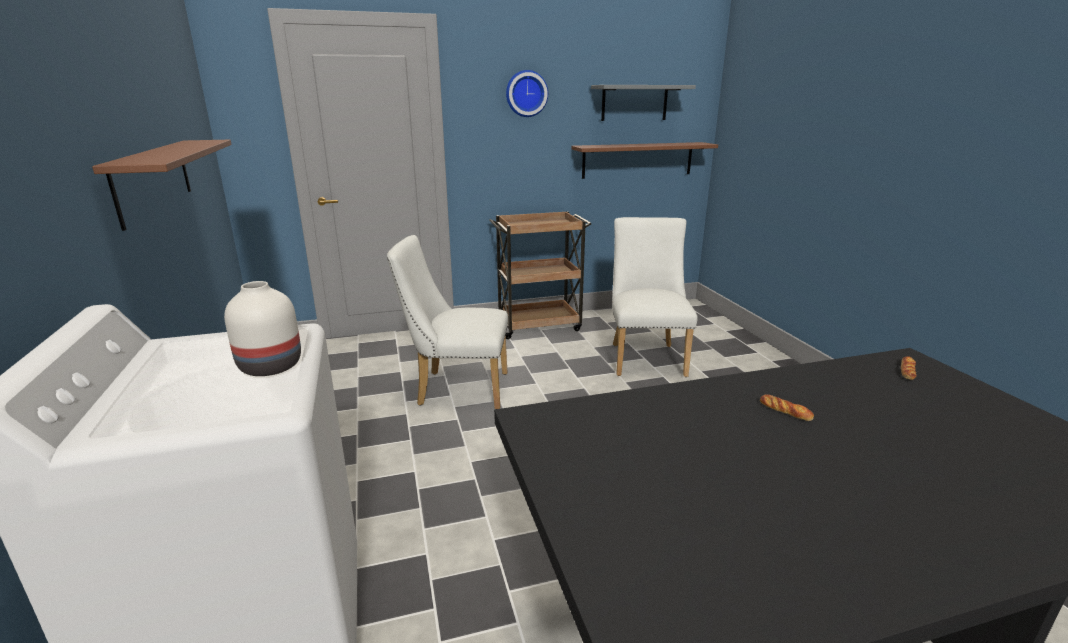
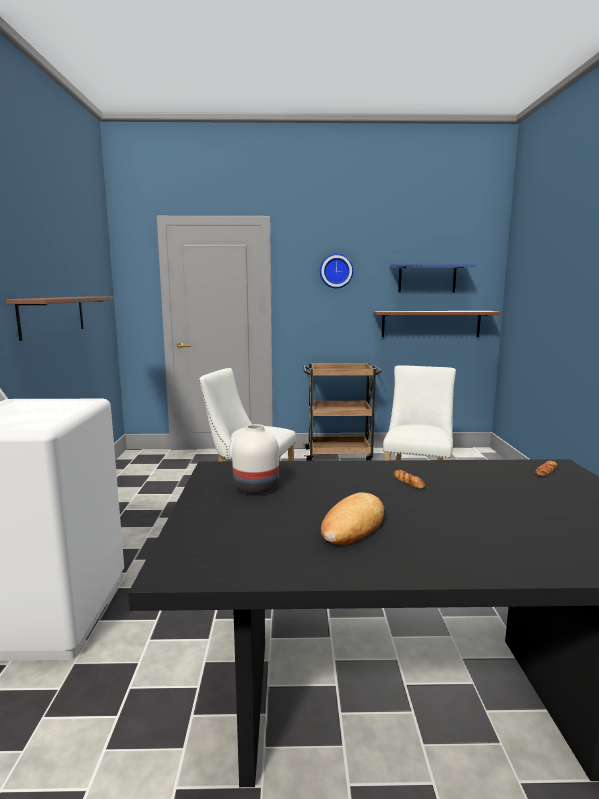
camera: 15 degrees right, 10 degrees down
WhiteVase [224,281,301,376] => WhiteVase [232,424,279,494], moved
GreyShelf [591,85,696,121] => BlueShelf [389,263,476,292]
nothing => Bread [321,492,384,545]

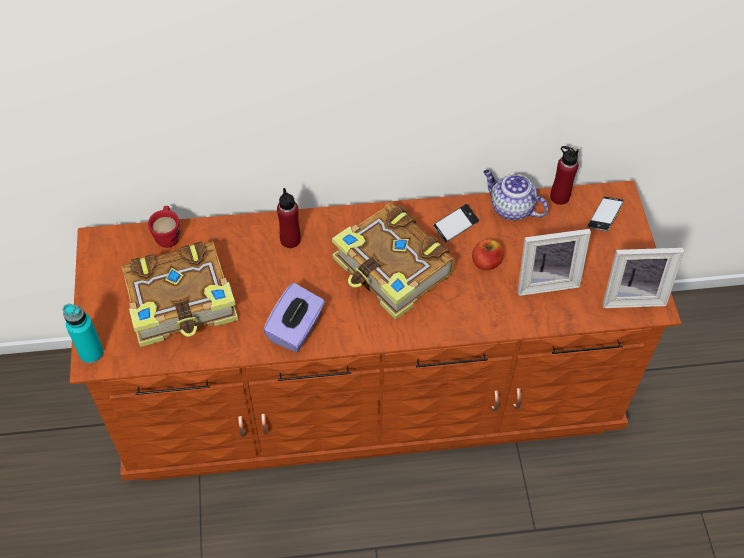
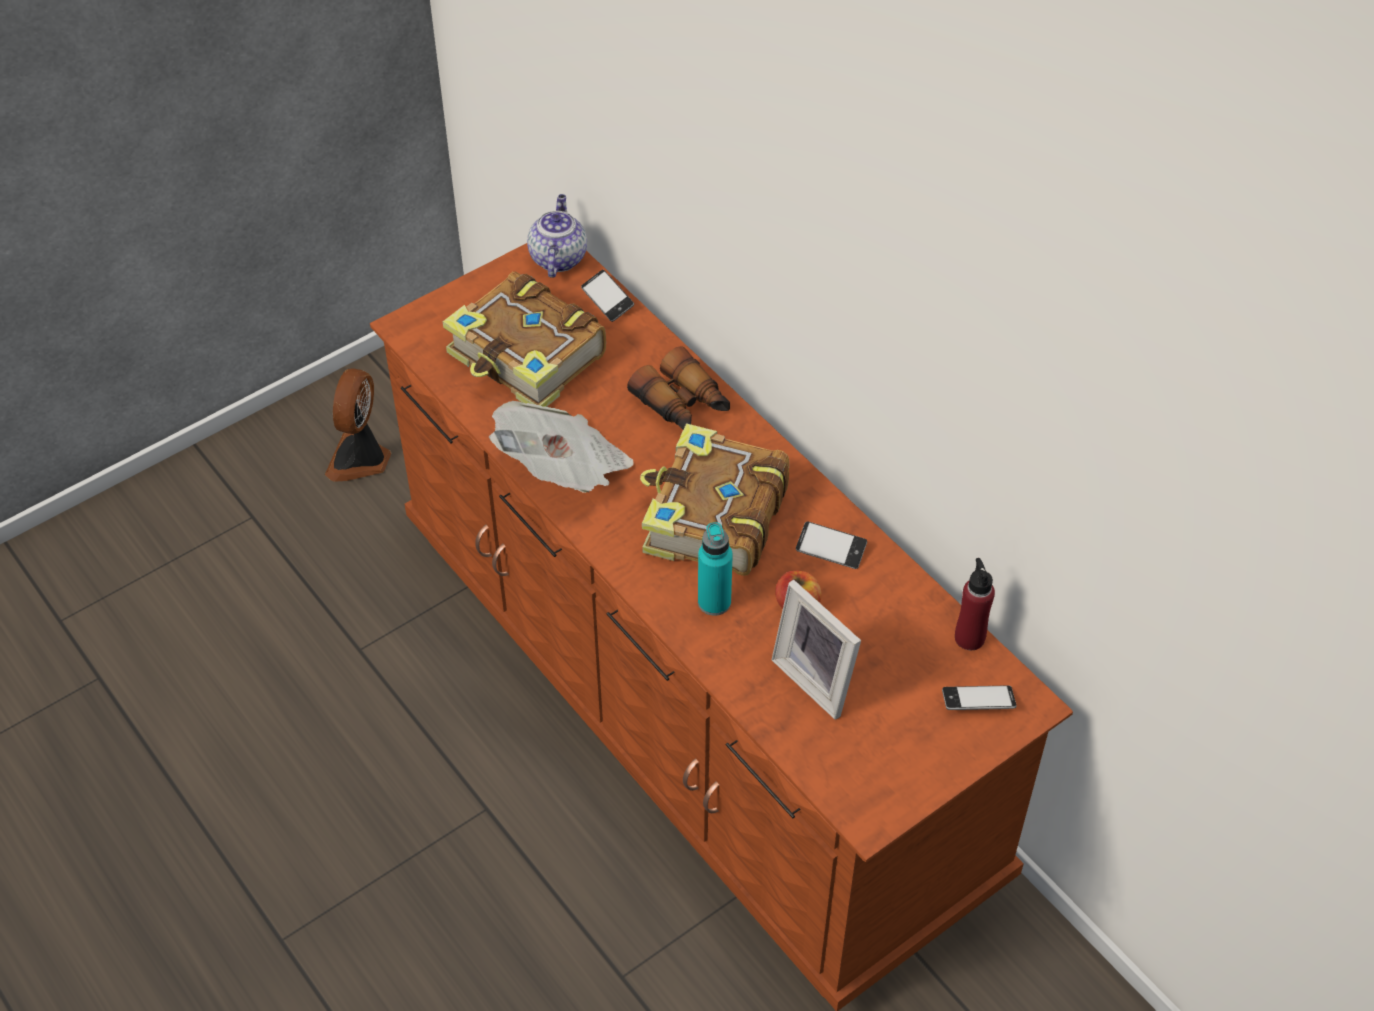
camera: 60 degrees right, 5 degrees down
TurquoiseBottle [63,304,104,363] => TurquoiseBottle [698,522,733,616], moved
RedMug [148,206,180,248] => Phone [581,270,634,322]
PurpleTissueBox [263,283,325,352] => Newspaper [489,401,634,493]
RedBottle [277,188,301,248] => Binoculars [627,346,730,429]
Teapot [483,170,548,221] => Teapot [527,194,587,278], moved
PictureFrame [602,248,684,308] => nothing
nothing => Fan [325,368,392,482]

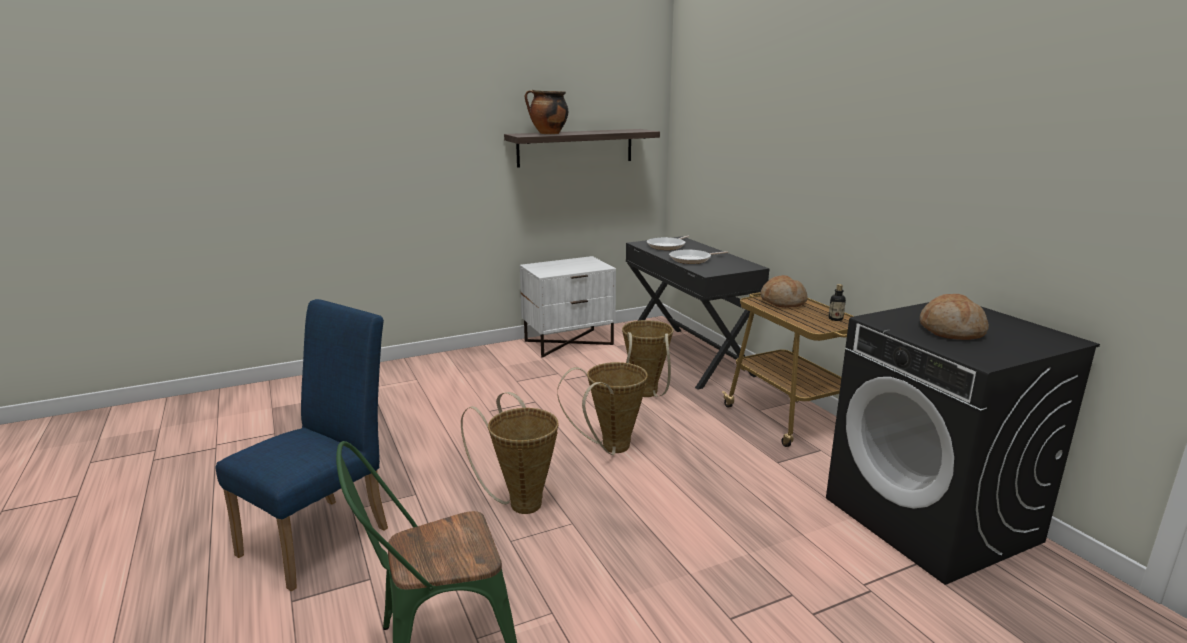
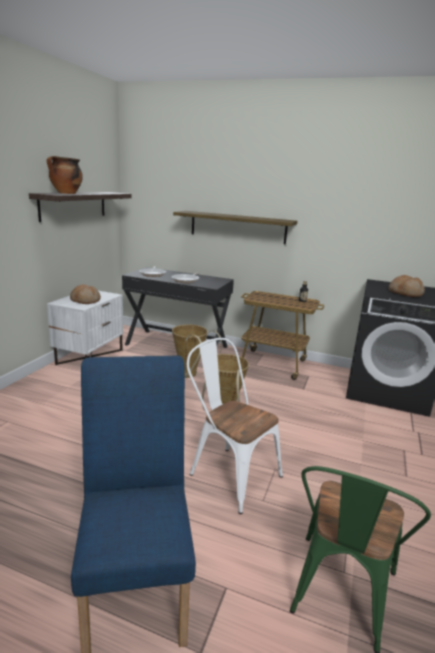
camera: 45 degrees left, 0 degrees up
Basket [461,392,558,514] => WhiteChair [187,338,283,514]
Bread [761,275,808,308] => Bread [70,284,101,304], moved
nothing => Shelf [173,211,297,244]

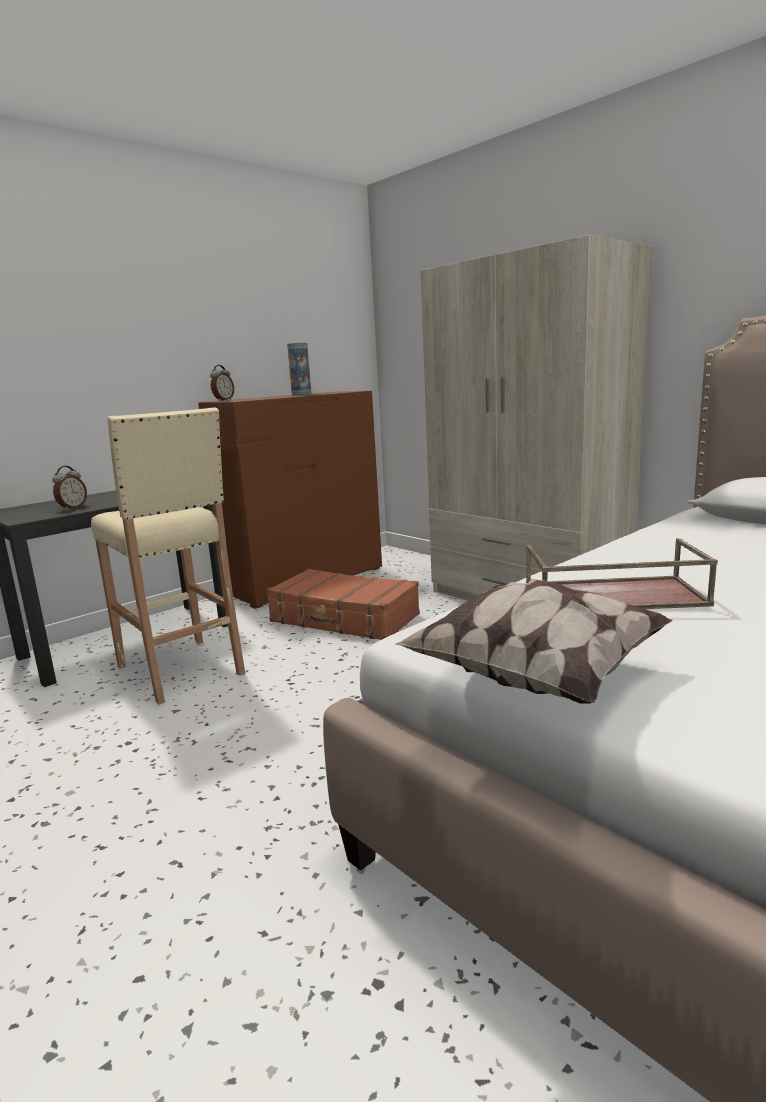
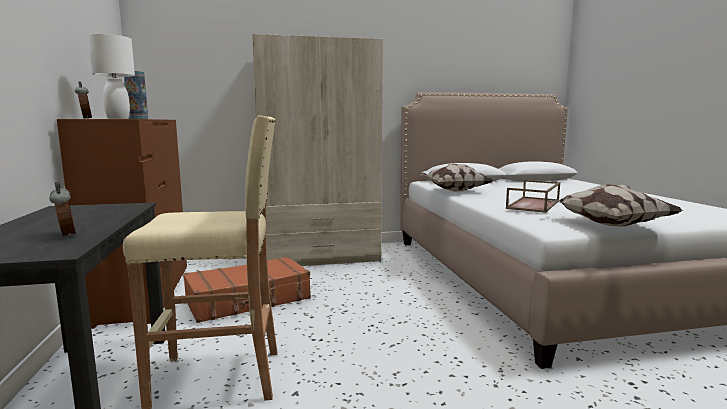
camera: 60 degrees left, 5 degrees down
nothing => WhiteTableLamp [88,34,135,119]
nothing => Pillow [420,164,494,192]

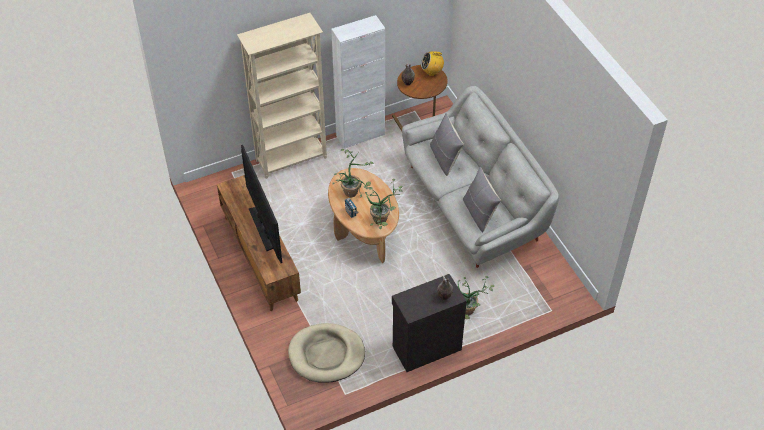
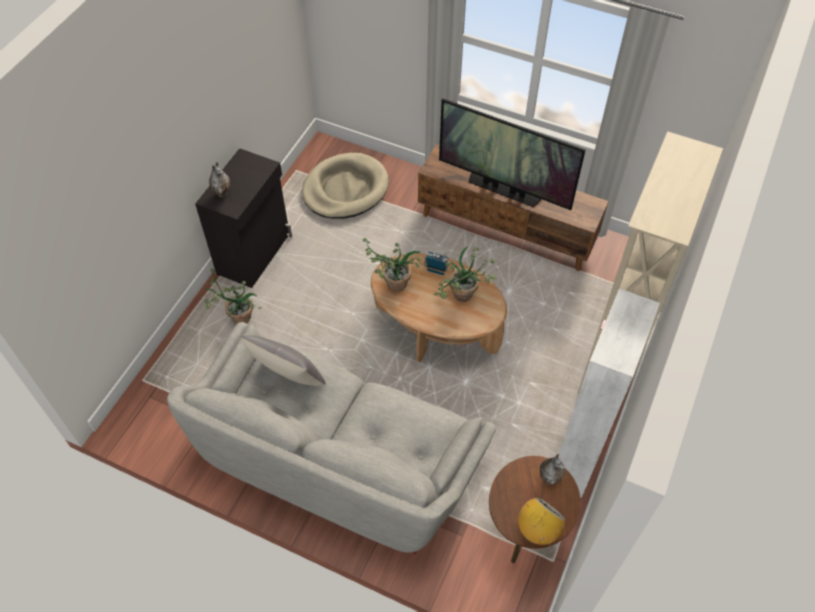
camera: 140 degrees right, 5 degrees up
GreyPillow [430,113,464,176] => nothing

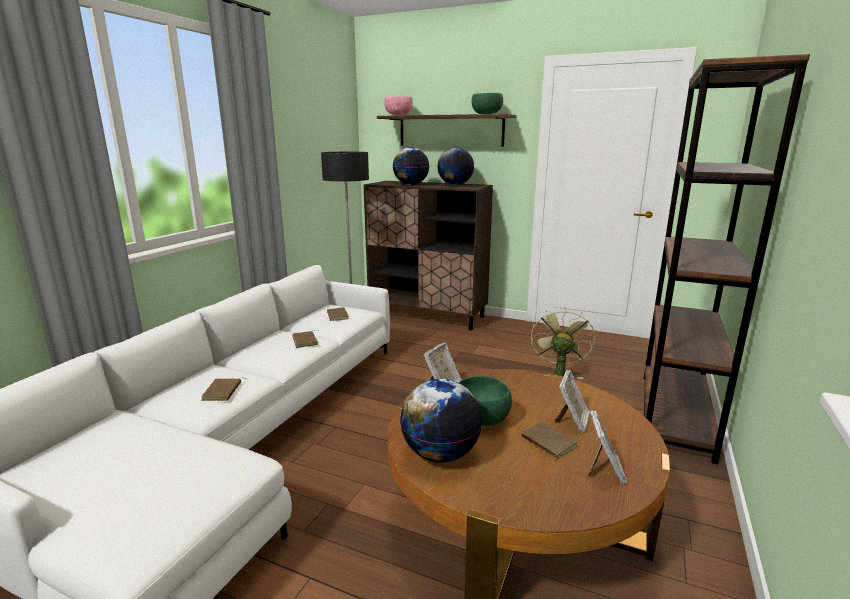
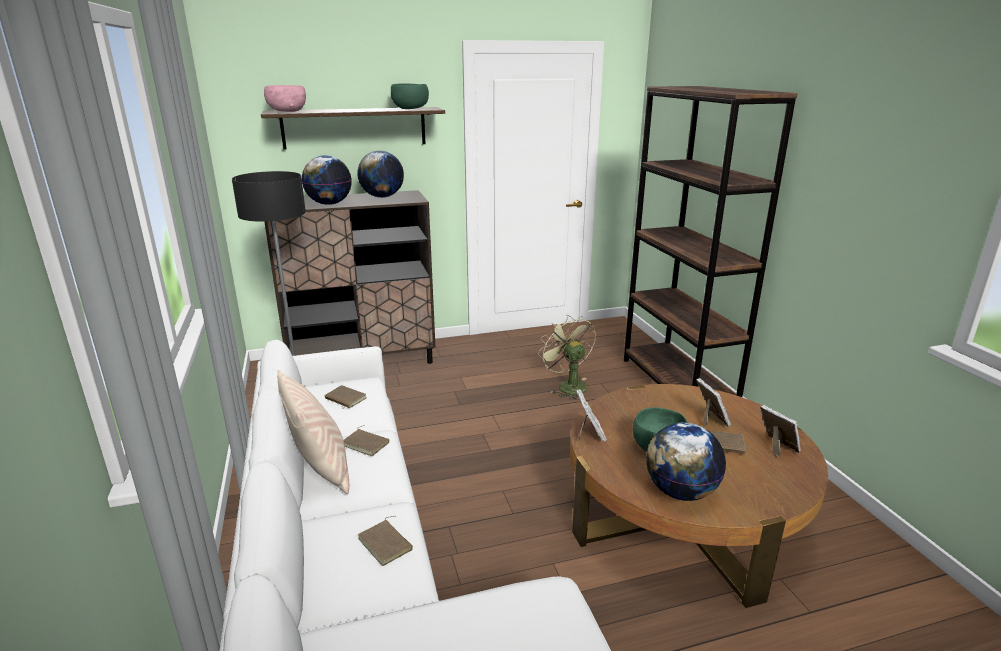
camera: 40 degrees left, 5 degrees up
nothing => BeigePillow [277,370,349,494]

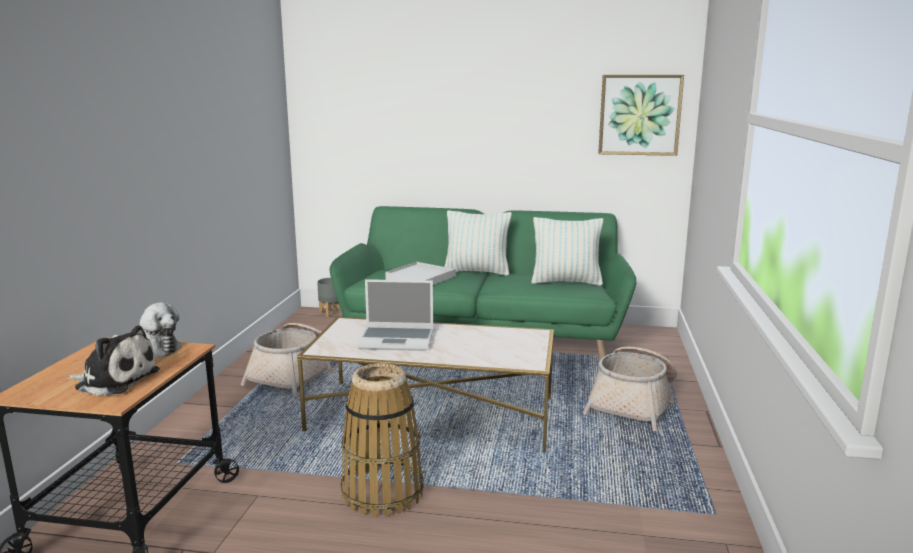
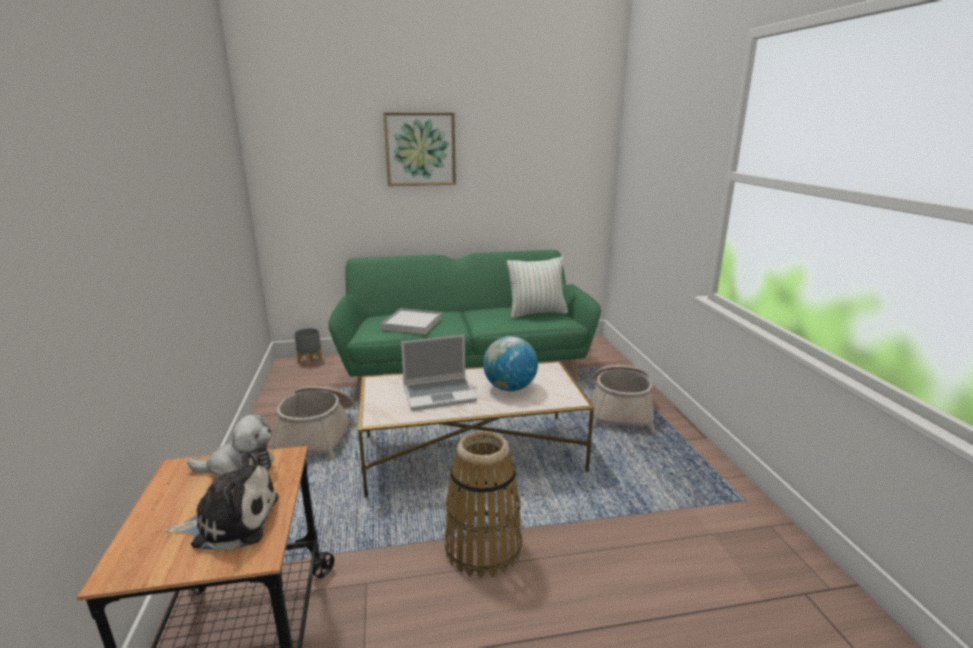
camera: 20 degrees left, 5 degrees up
Pillow [444,210,512,276] => nothing
Picture [598,75,684,156] => Picture [383,112,456,186], moved
nothing => Globe [483,336,538,391]

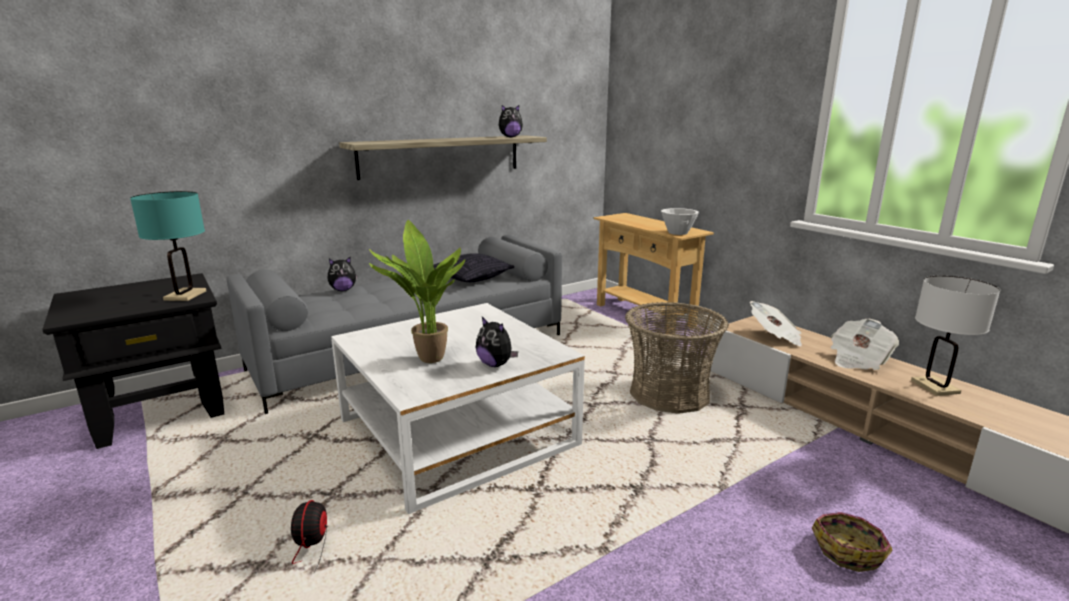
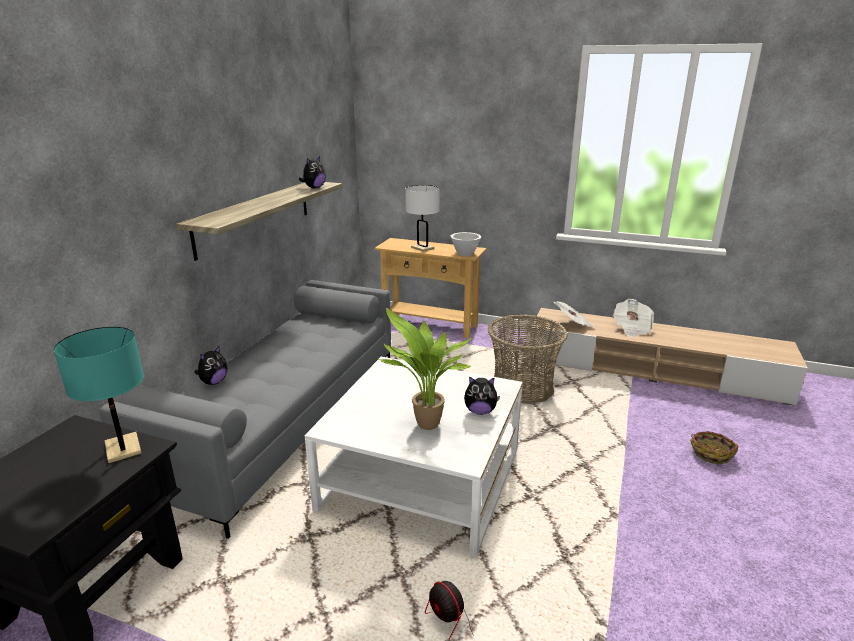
camera: 35 degrees left, 5 degrees up
Pillow [433,253,514,282] => nothing
WhiteTableLamp [911,276,1000,396] => WhiteTableLamp [405,185,439,252], moved

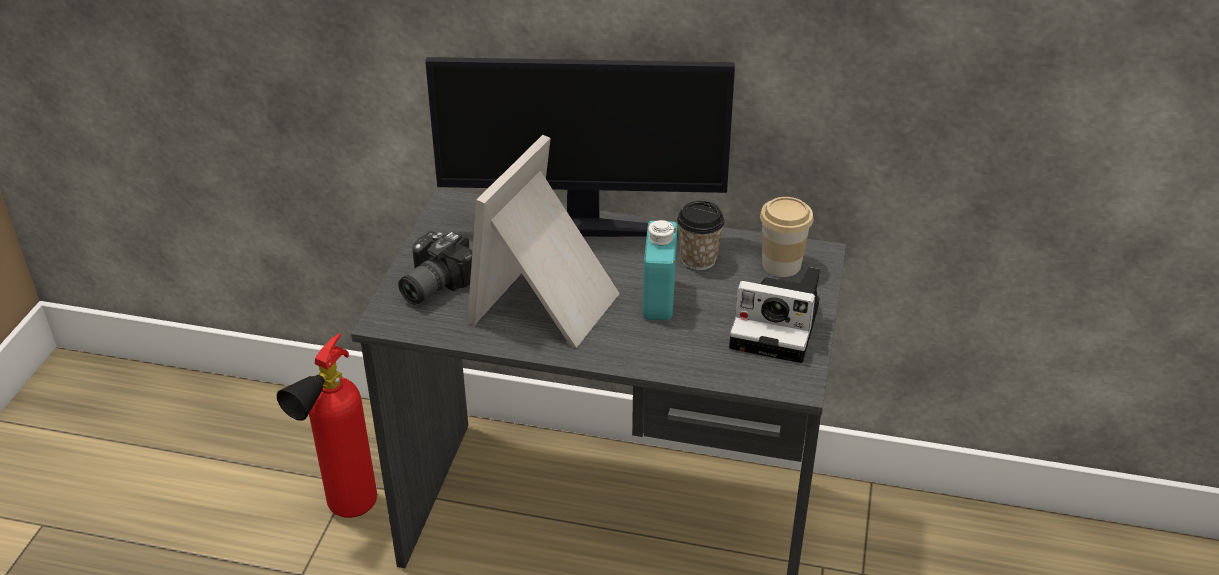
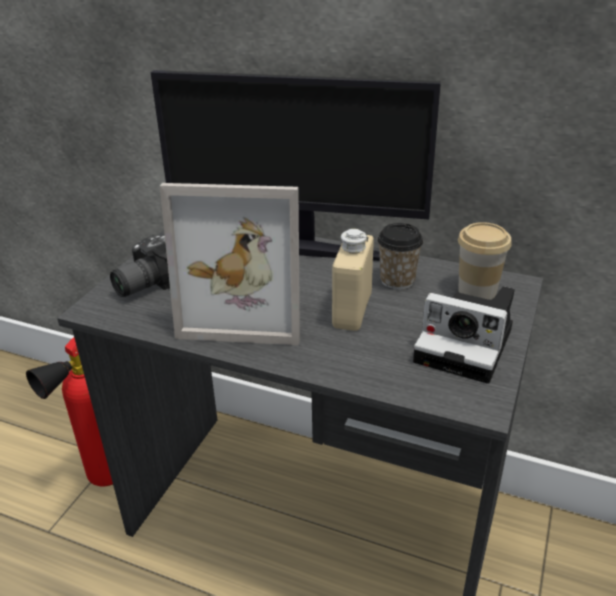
camera: 10 degrees right, 5 degrees down
PictureFrame [467,135,620,348] => PictureFrame [160,183,300,345], 120 degrees counterclockwise
TurquoiseBottle [643,220,677,321] => BeigeBottle [332,229,374,331]

